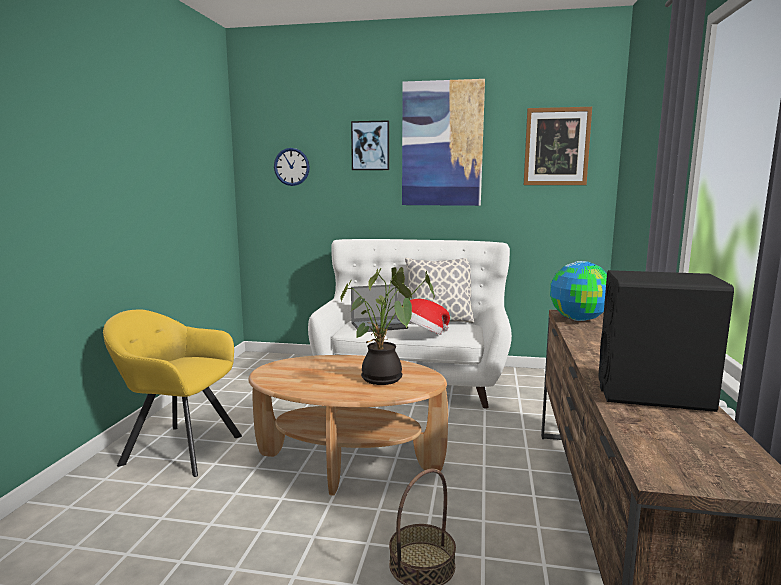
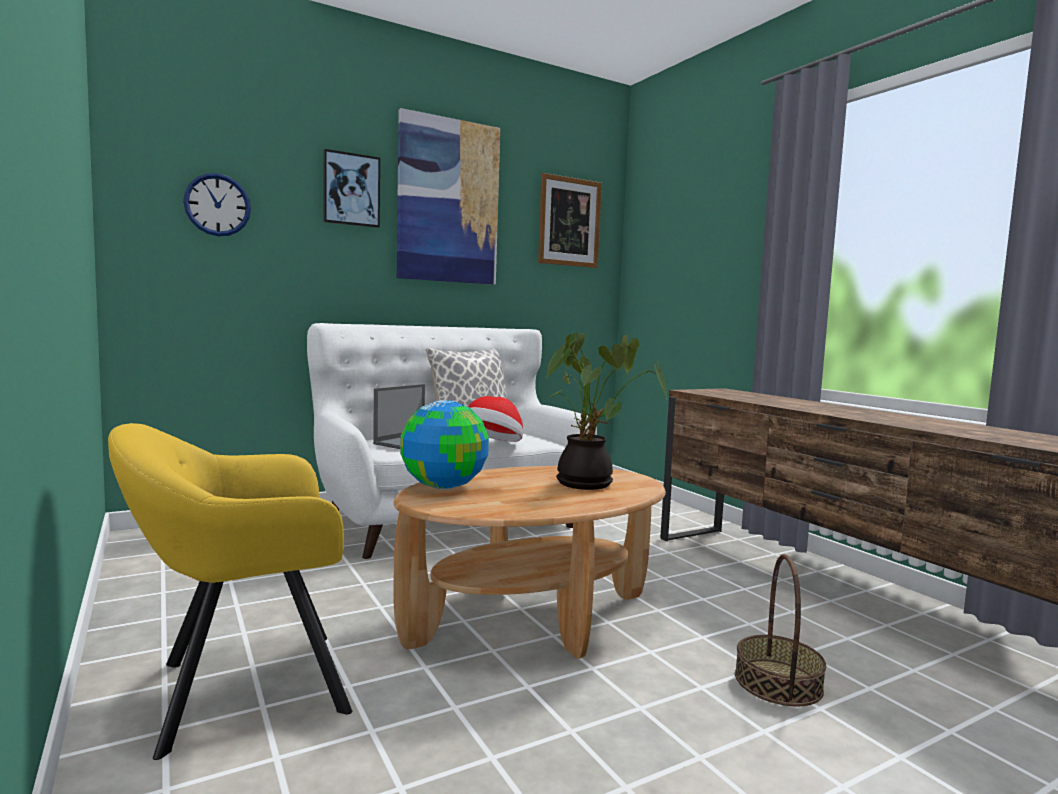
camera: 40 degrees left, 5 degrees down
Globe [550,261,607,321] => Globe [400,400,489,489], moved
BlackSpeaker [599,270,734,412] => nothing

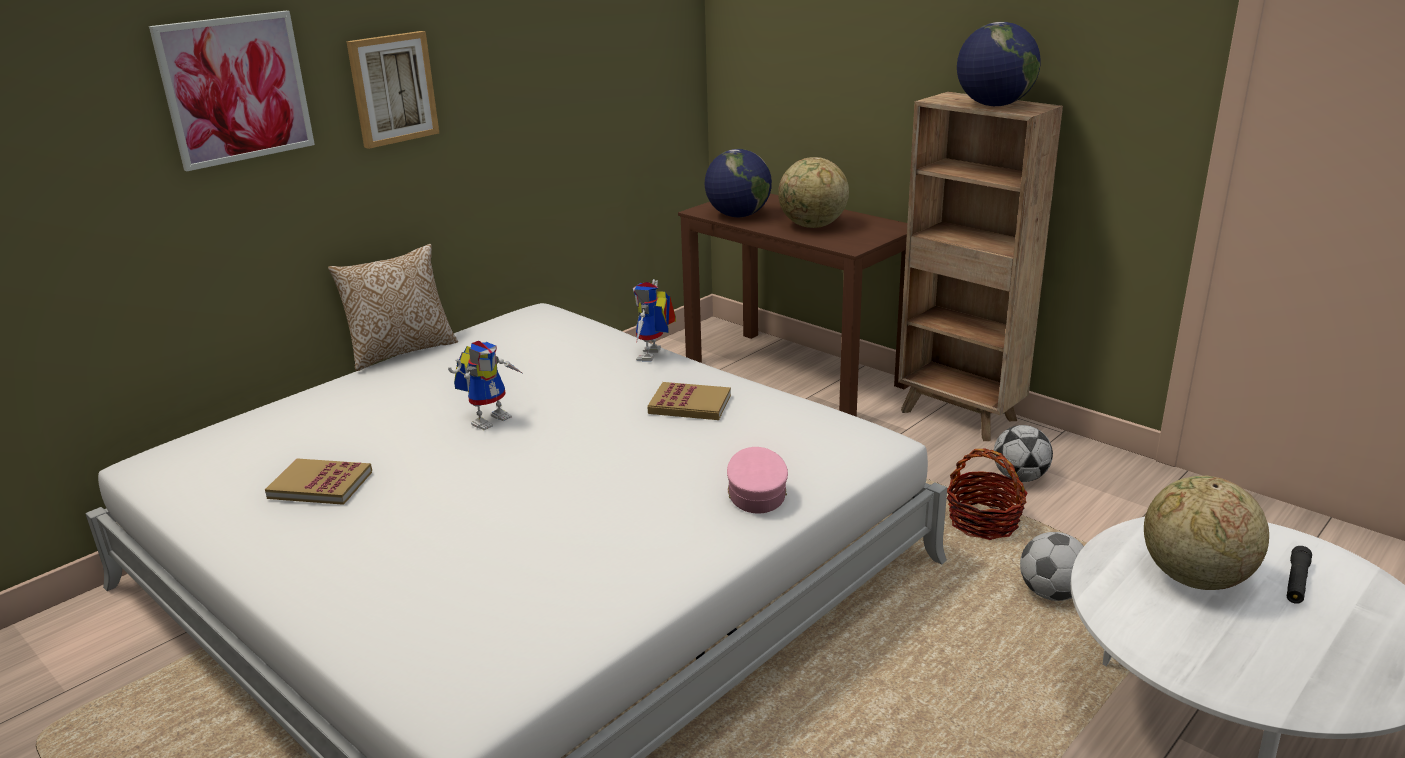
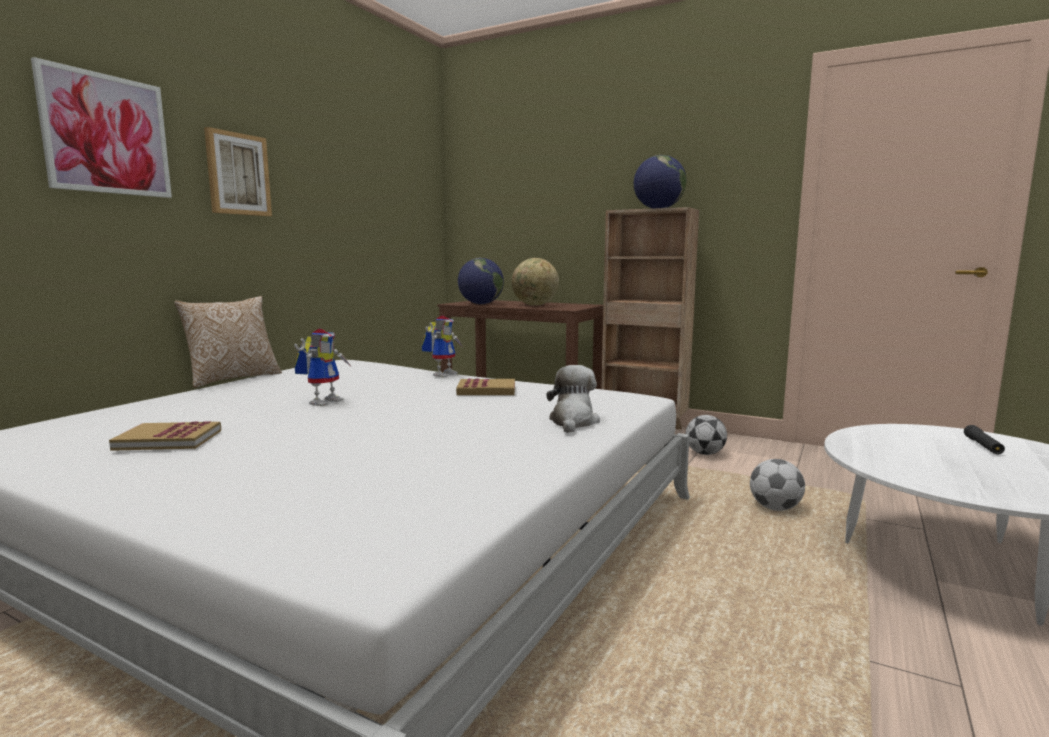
camera: 15 degrees left, 15 degrees down
ToyRobot [633,279,676,362] => ToyRobot [422,315,462,377], 150 degrees counterclockwise
PinkCap [727,447,788,514] => PlushToy [546,365,600,433]
Basket [947,449,1028,540] => nothing
Globe [1144,476,1269,590] => nothing

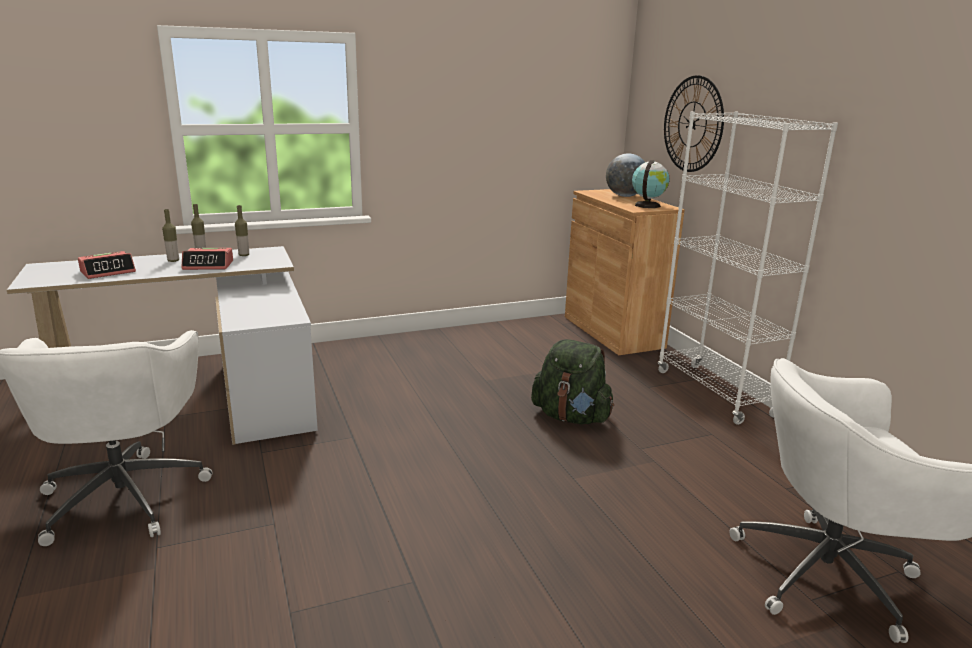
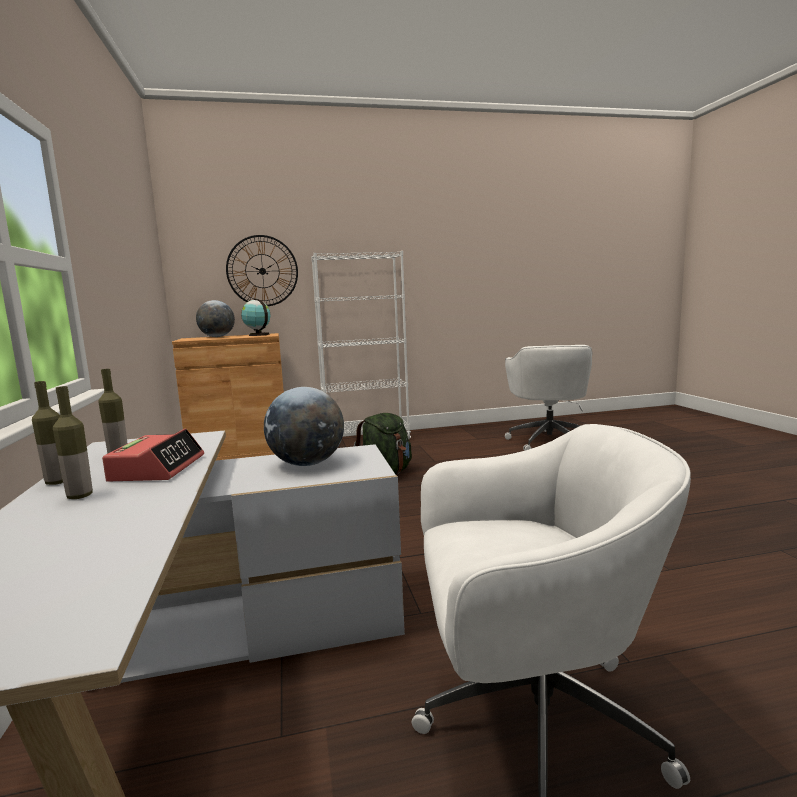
camera: 80 degrees left, 10 degrees down
AlarmClock [78,251,136,279] => nothing
nothing => Globe [264,387,344,466]

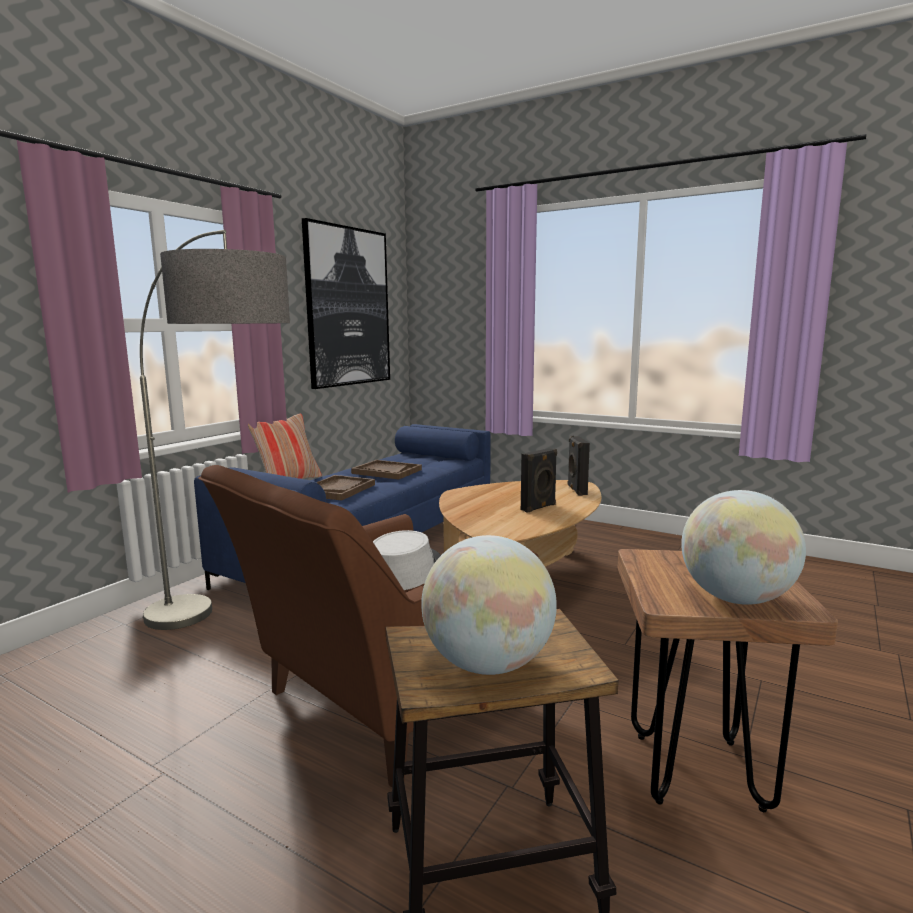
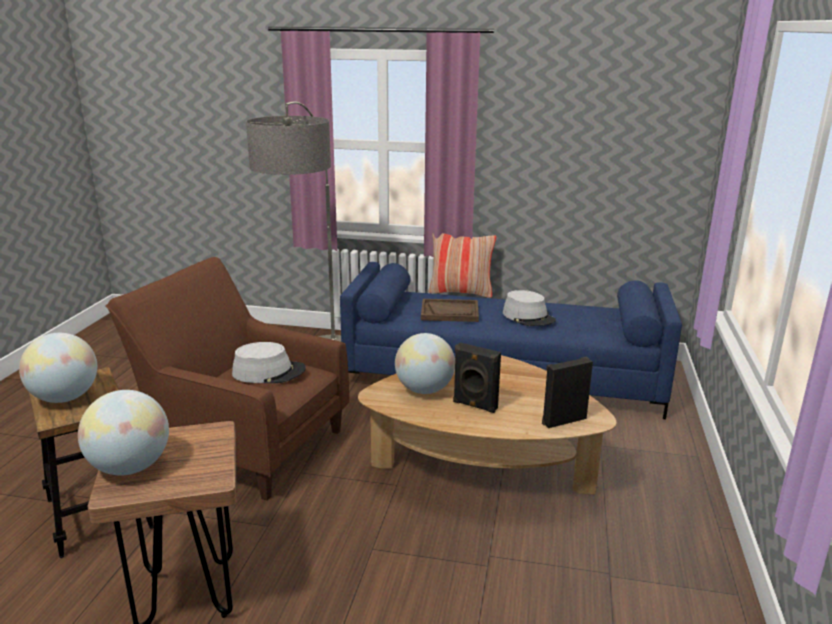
camera: 70 degrees right, 10 degrees up
Picture [302,218,390,389] => nothing
BrownTray [351,460,422,480] => GreyHat [503,290,556,326]
nothing => Globe [395,333,455,394]

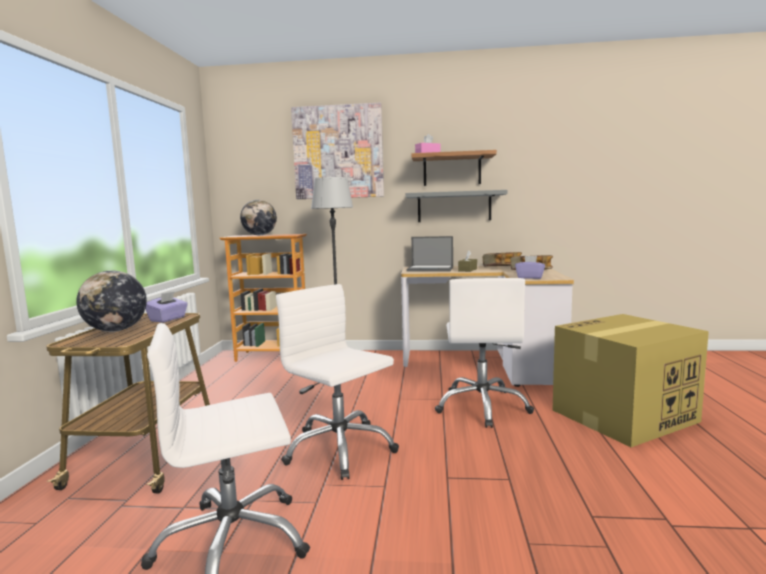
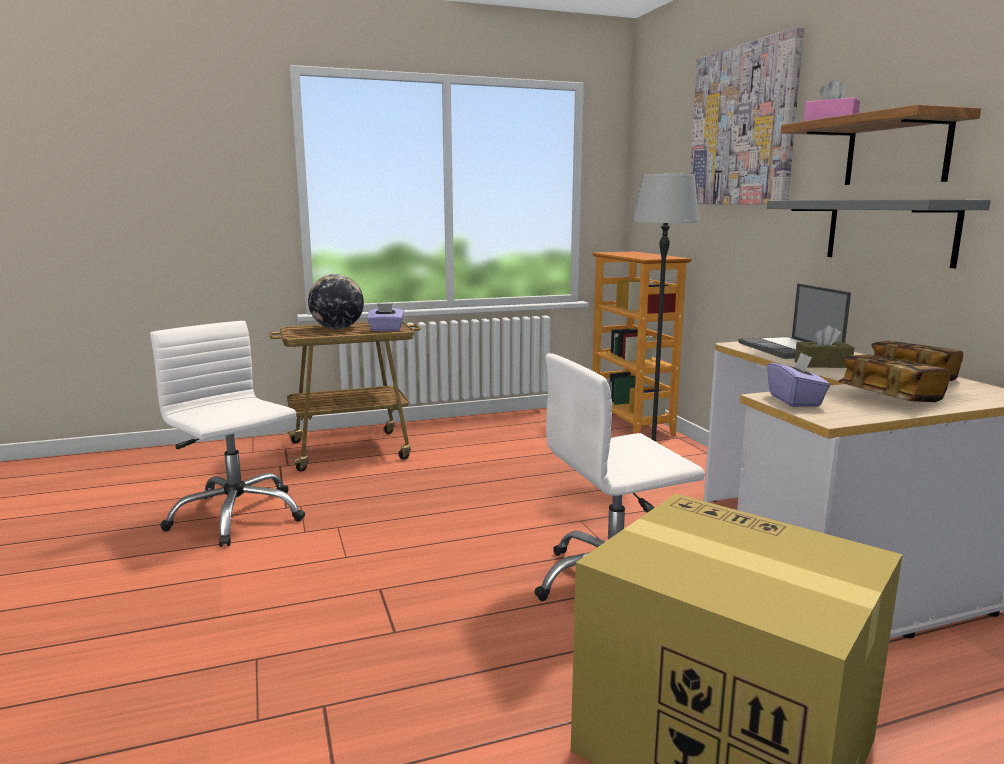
camera: 65 degrees right, 5 degrees up
Globe [240,200,277,235] => nothing
WhiteOfficeChair [276,284,399,480] => nothing

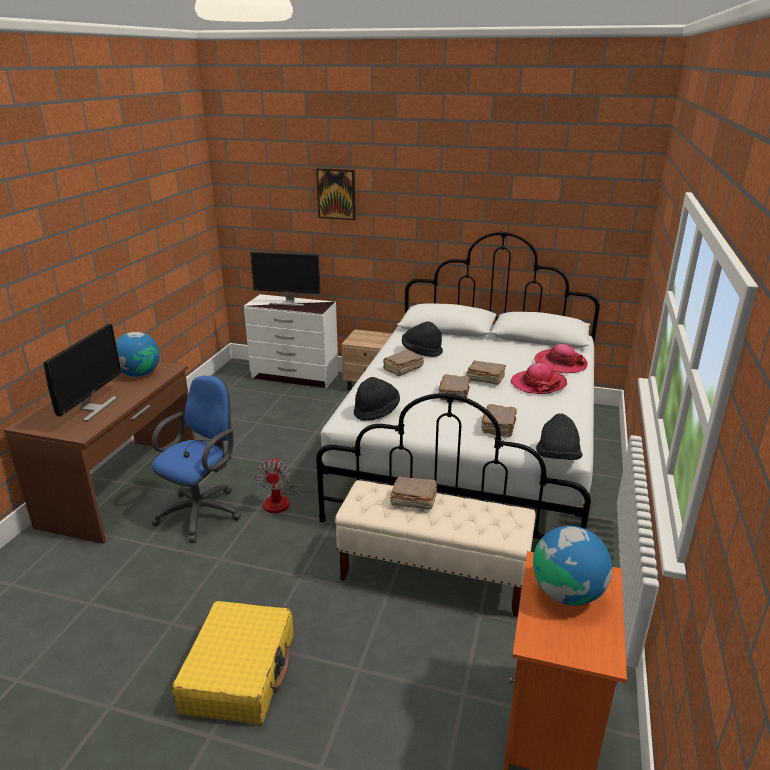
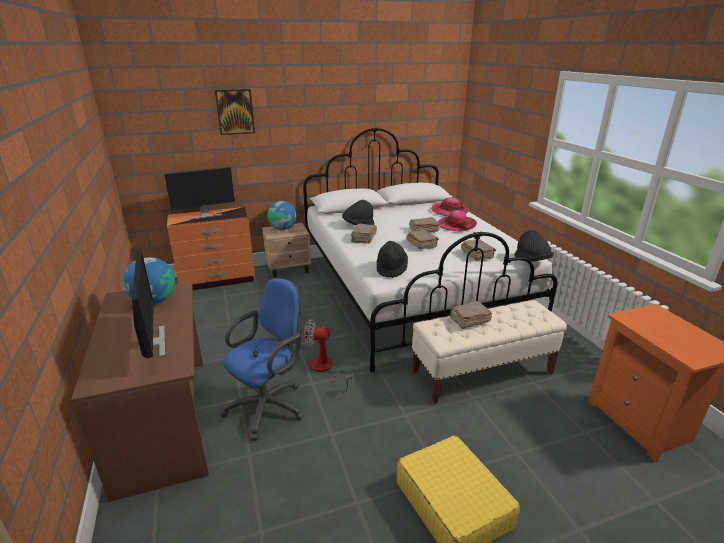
camera: 35 degrees left, 0 degrees up
BlueOfficeChair [152,376,241,543] => BlueOfficeChair [221,278,304,441], 45 degrees clockwise
WhiteDresser [244,294,339,388] => OrangeDresser [167,207,255,290]
Fan [255,457,323,513] => Fan [304,319,352,392], 135 degrees clockwise
Globe [533,526,612,606] => Globe [268,201,297,230], moved

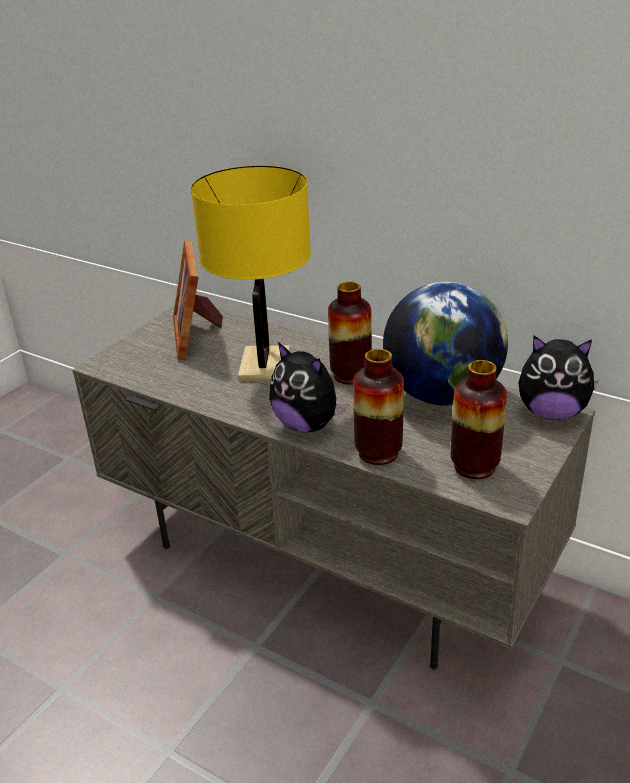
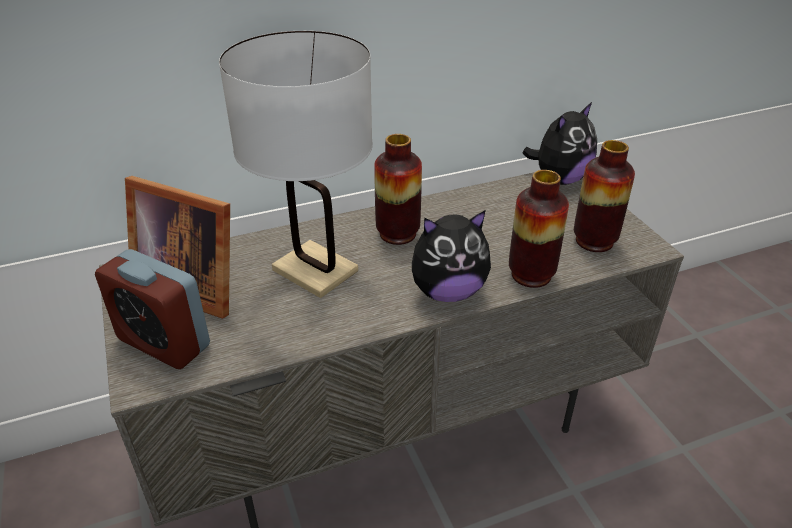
camera: 55 degrees left, 5 degrees up
YellowTableLamp [191,166,311,381] => WhiteTableLamp [219,31,373,298]
Globe [383,282,508,405] => nothing
nothing => AlarmClock [95,249,210,369]

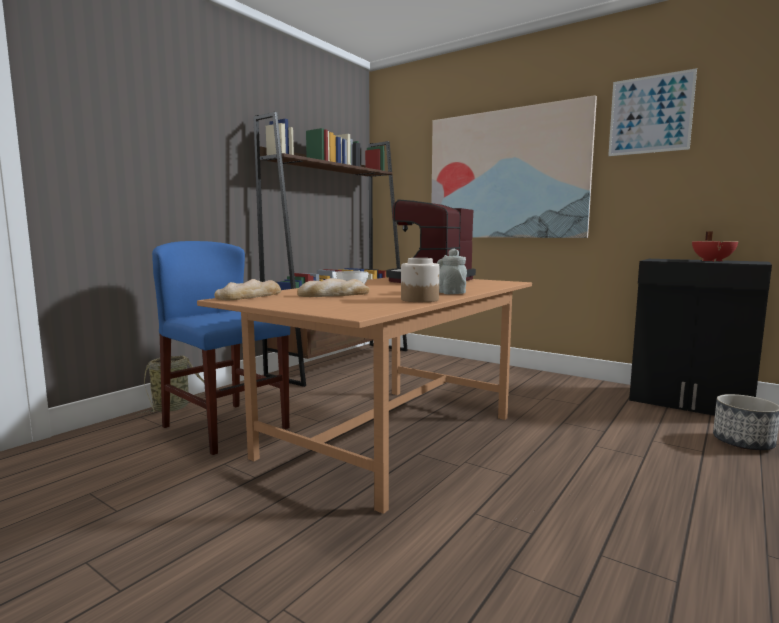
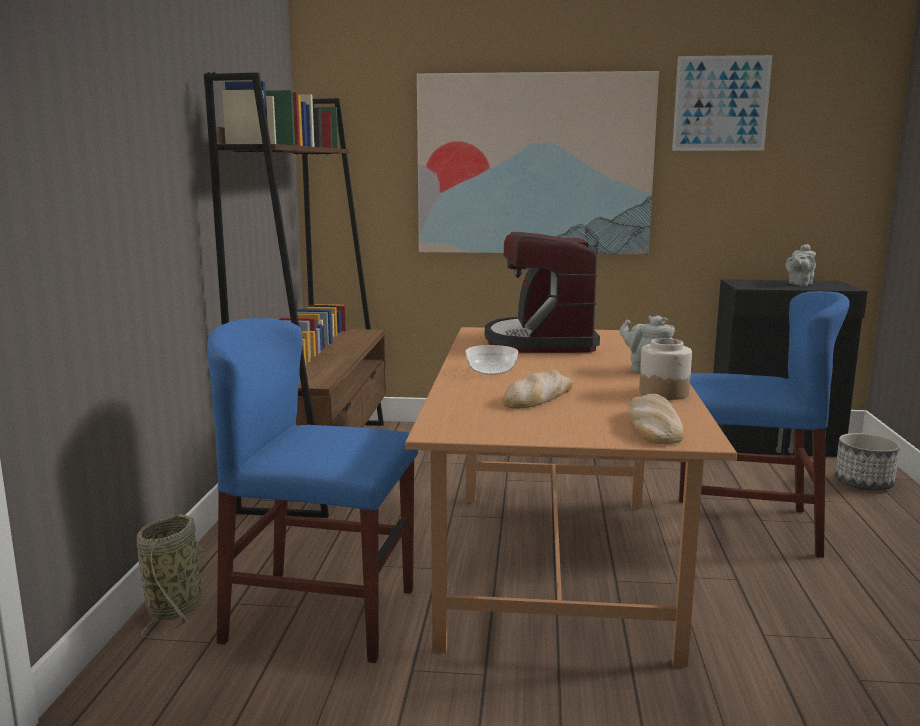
camera: 30 degrees left, 5 degrees up
Bread [214,279,281,300] => Bread [629,394,684,444], moved
RedCookingPot [692,231,739,262] => GreyTeapot [785,244,816,286]
nothing => BlueChair [679,291,850,558]

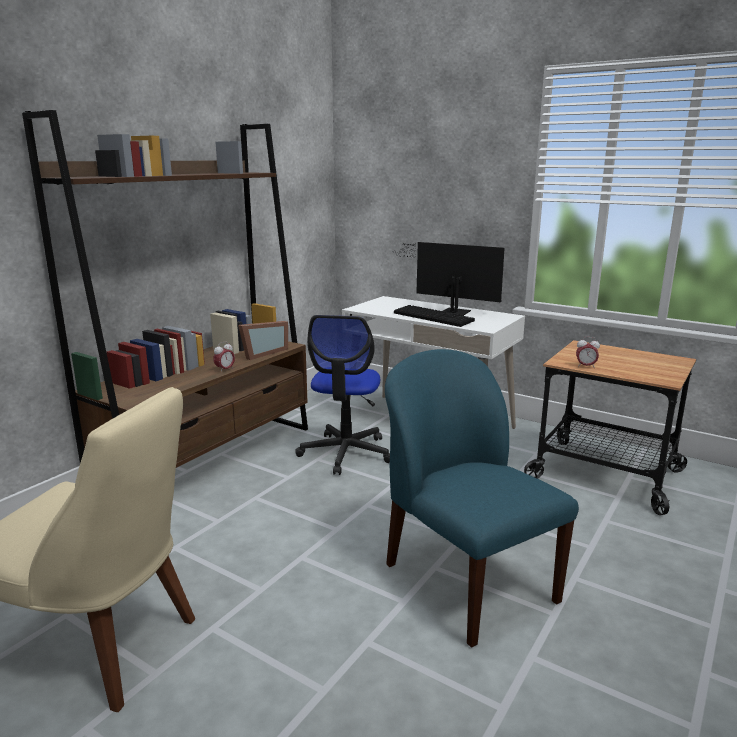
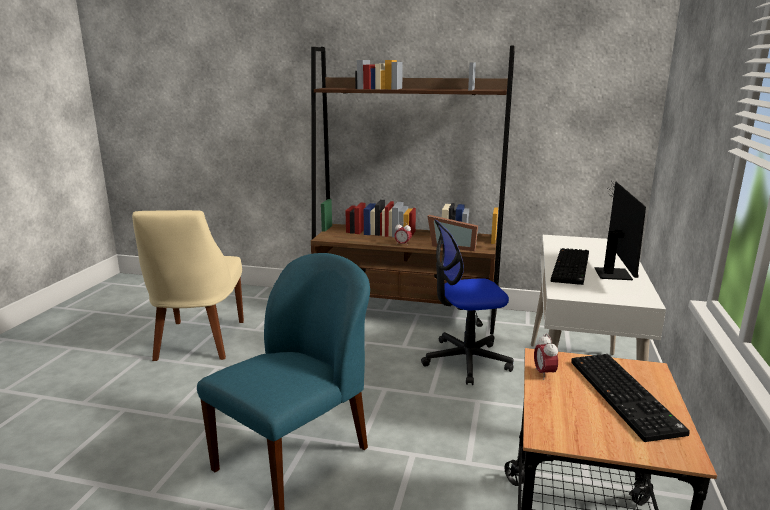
camera: 70 degrees right, 0 degrees up
nothing => Keyboard [571,354,690,442]

